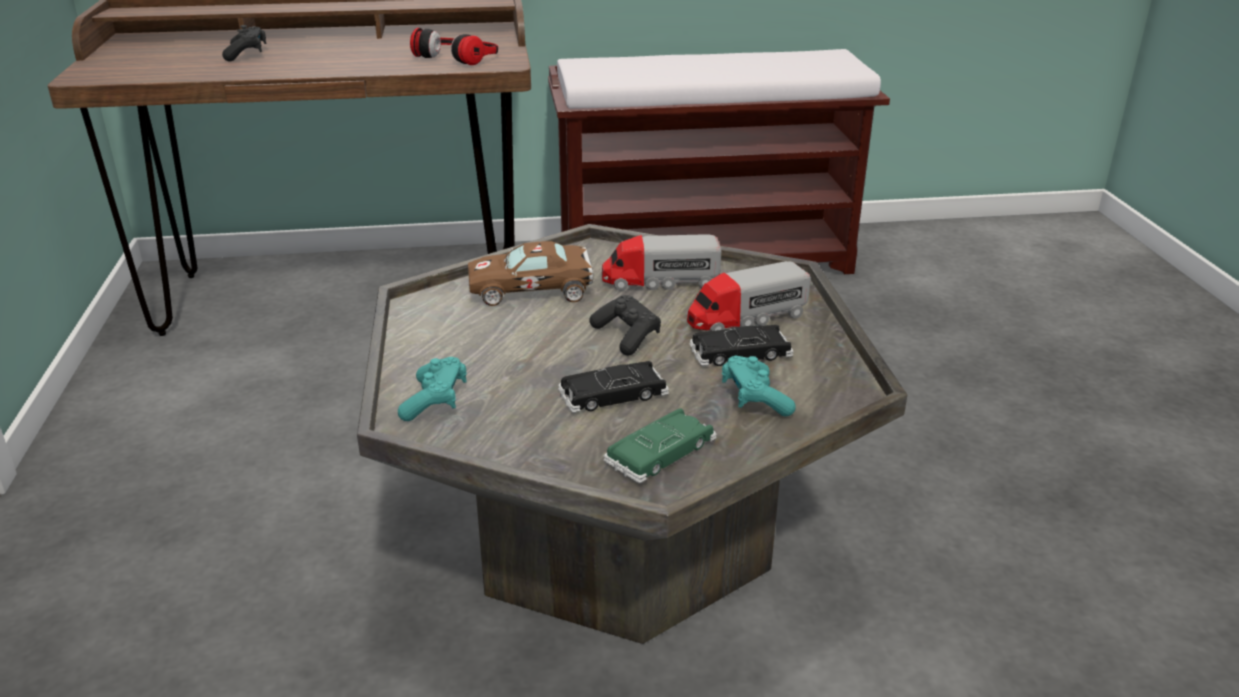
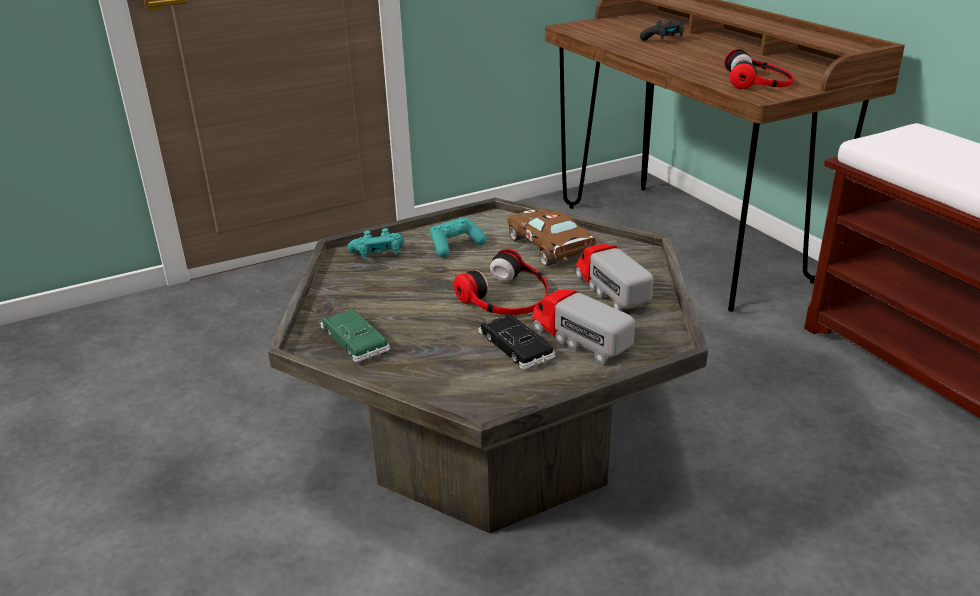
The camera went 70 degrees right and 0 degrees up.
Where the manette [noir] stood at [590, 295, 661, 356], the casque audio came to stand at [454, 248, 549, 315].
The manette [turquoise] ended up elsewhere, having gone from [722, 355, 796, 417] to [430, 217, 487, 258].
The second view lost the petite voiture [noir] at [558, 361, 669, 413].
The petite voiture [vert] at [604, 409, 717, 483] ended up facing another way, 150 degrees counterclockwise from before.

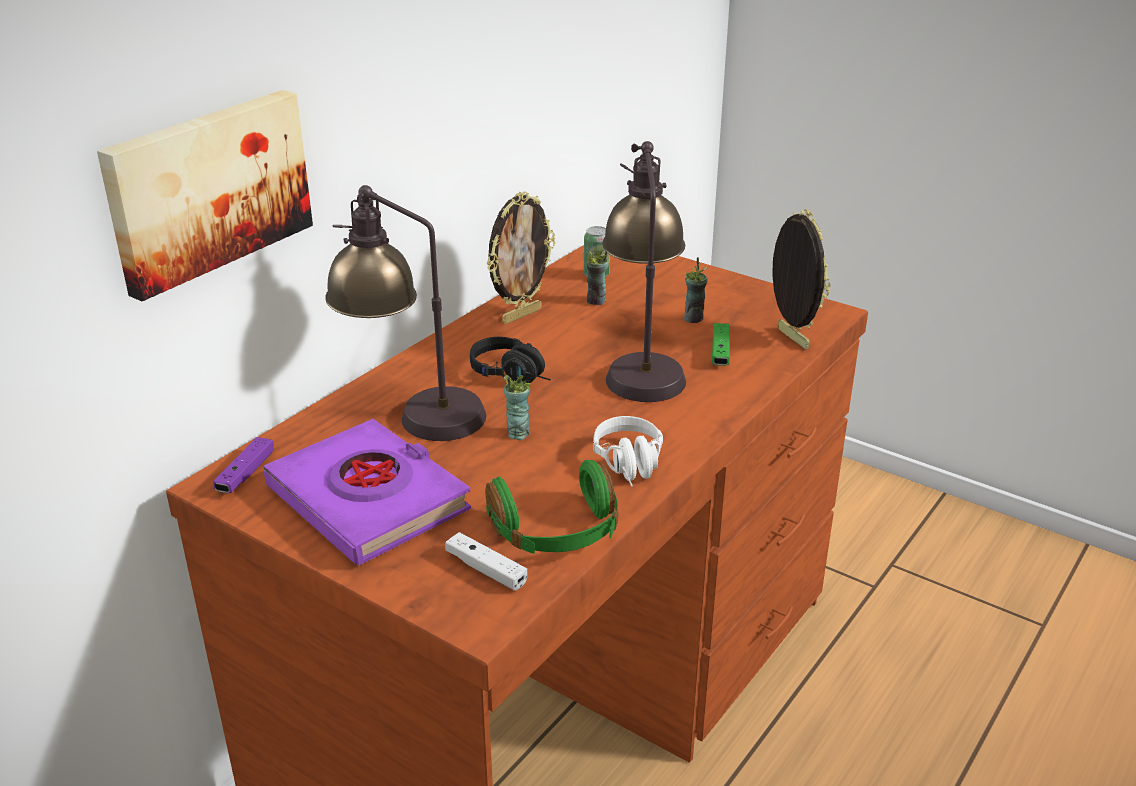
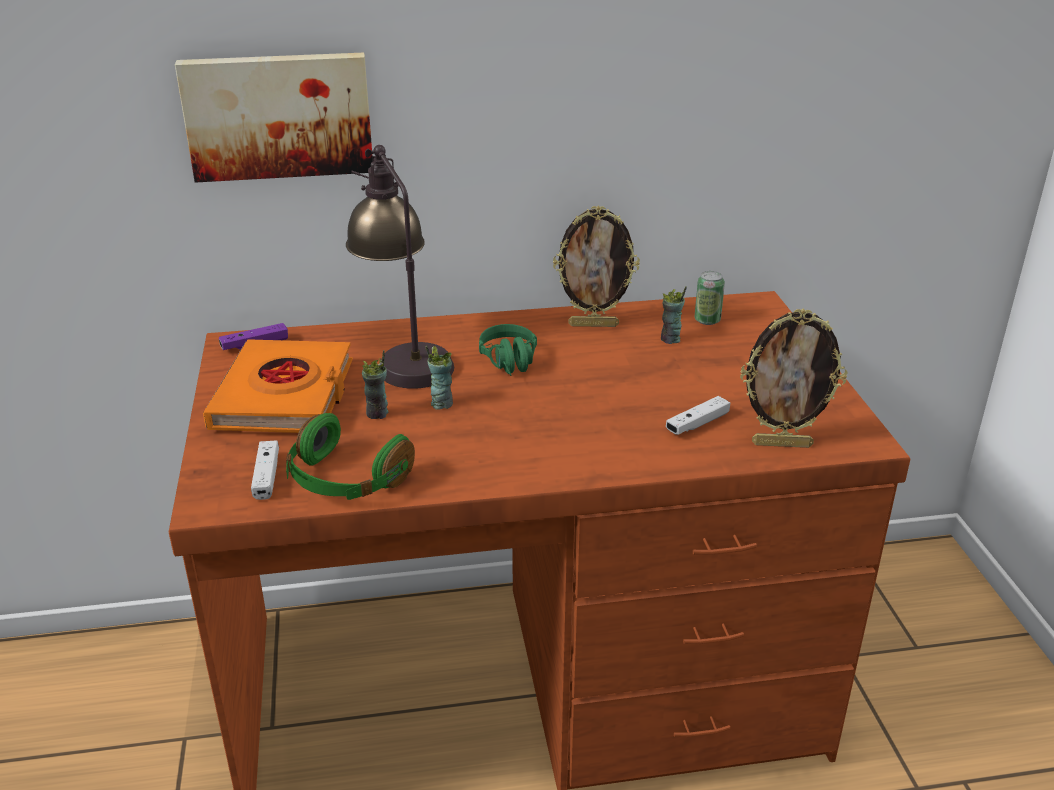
The camera went 45 degrees right and 0 degrees up.
The second view lost the lampe de table at [603, 141, 686, 402].
The cadre photo at [772, 209, 831, 349] ended up facing another way, 75 degrees clockwise from before.
The tasse ended up elsewhere, having gone from [684, 257, 708, 323] to [362, 350, 388, 419].
What was the manette [vert] at [712, 323, 730, 366] turned into the manette [blanc] at [666, 396, 730, 435].
What was the casque audio [noir] at [470, 337, 551, 383] turned into the casque audio [vert] at [479, 324, 537, 376].
The second view lost the casque audio [blanc] at [593, 416, 663, 487].
What was the livre [violet] at [263, 419, 471, 565] turned into the livre [orange] at [203, 339, 353, 433].

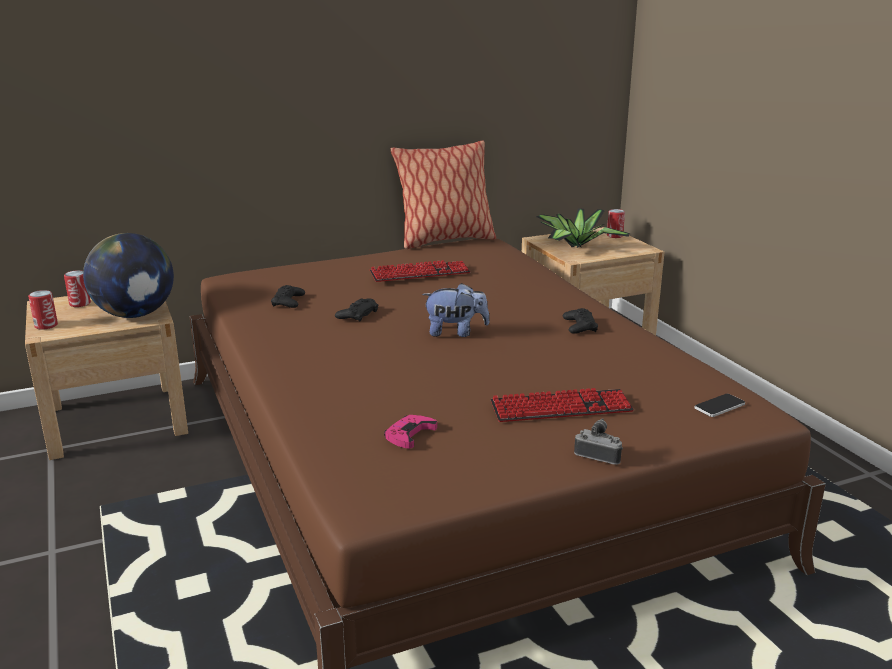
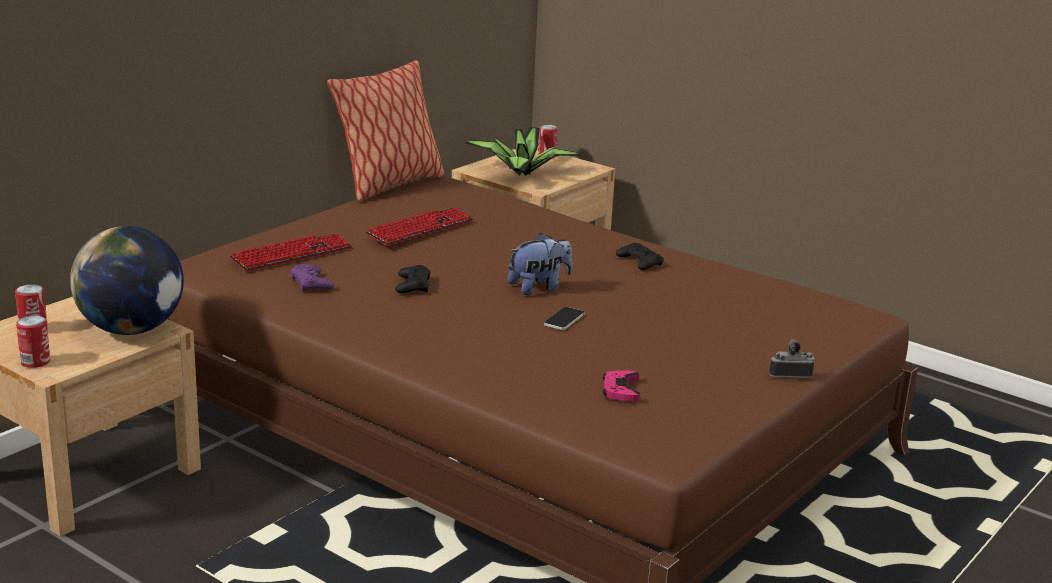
The camera went 30 degrees left and 0 degrees up.
What was the manette [noir] at [271, 285, 305, 308] turned into the manette [violet] at [290, 264, 334, 292].
The clavier ended up elsewhere, having gone from [490, 388, 634, 422] to [229, 233, 352, 271].
The téléphone ended up elsewhere, having gone from [695, 394, 745, 417] to [544, 307, 585, 330].

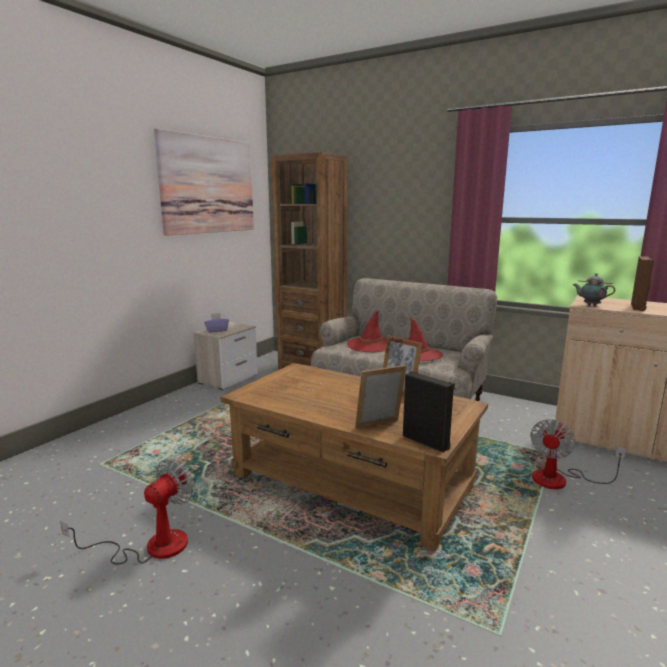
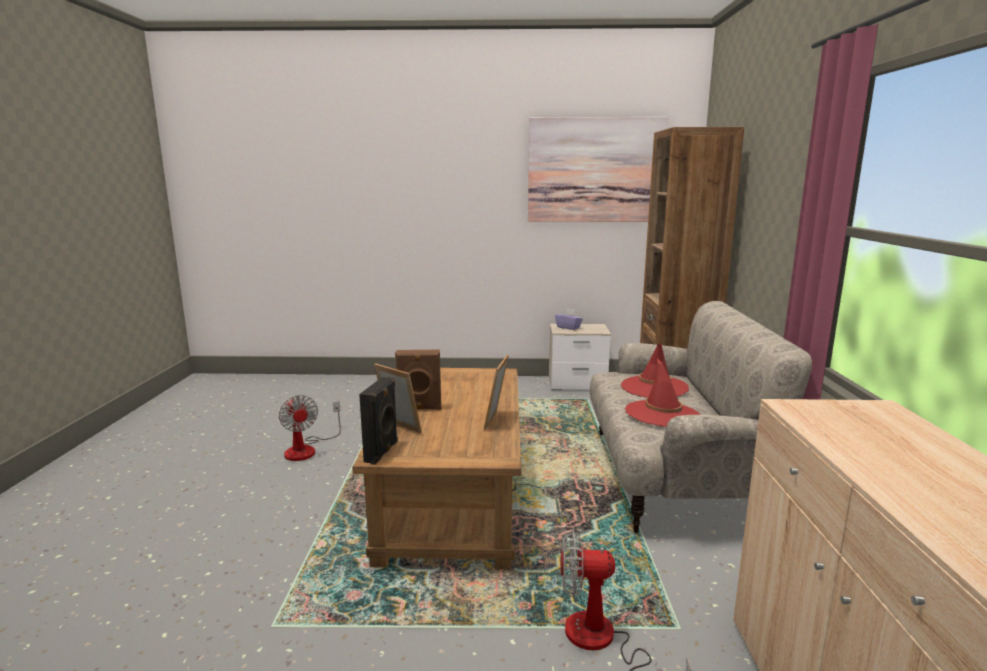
The camera went 60 degrees right and 0 degrees up.
The enceinte [marron] ended up elsewhere, having gone from [631, 256, 654, 311] to [395, 350, 441, 410].
The second view lost the théière at [573, 273, 615, 306].
The ventilateur at [60, 459, 194, 564] ended up facing another way, 60 degrees clockwise from before.

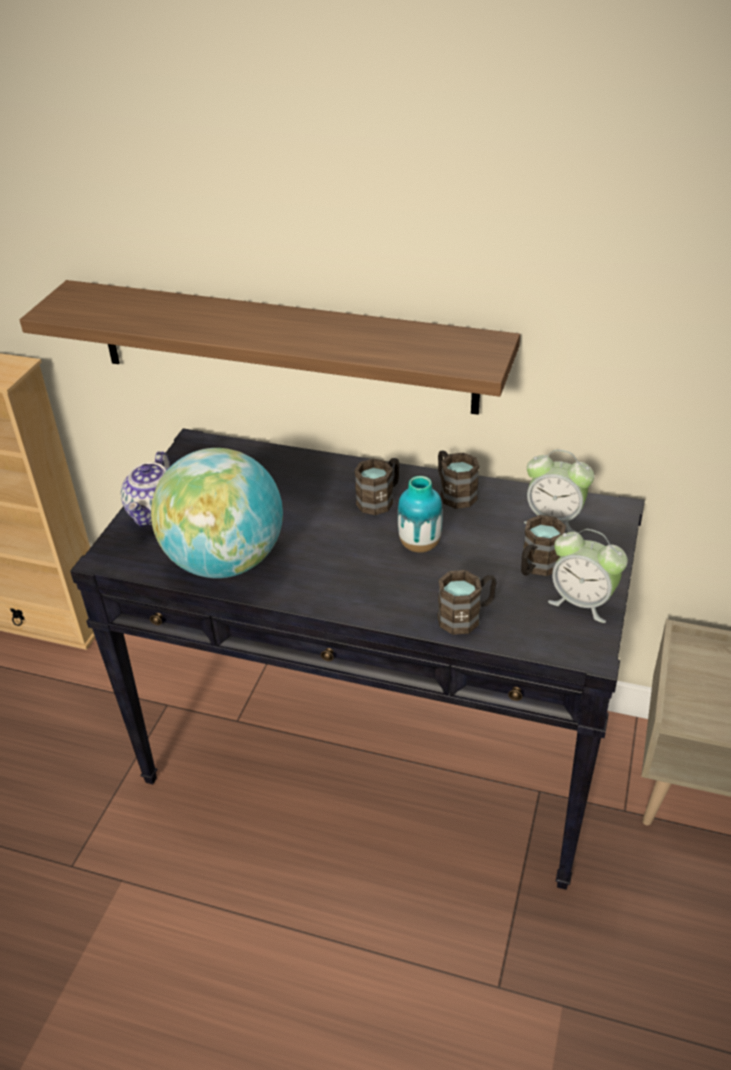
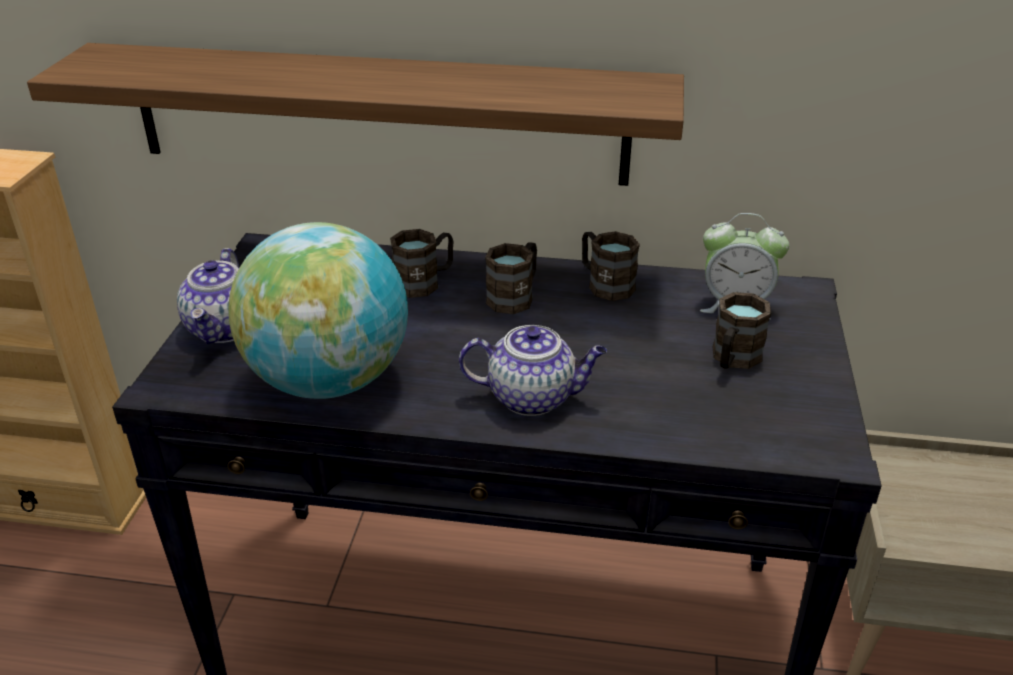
The camera went 10 degrees left and 5 degrees down.
The second view lost the vase at [398, 476, 443, 553].
The second view lost the réveil at [548, 529, 628, 623].
The mug [marron] ended up elsewhere, having gone from [438, 570, 497, 635] to [390, 229, 454, 298].
The second view gained the théière at [459, 325, 607, 416].

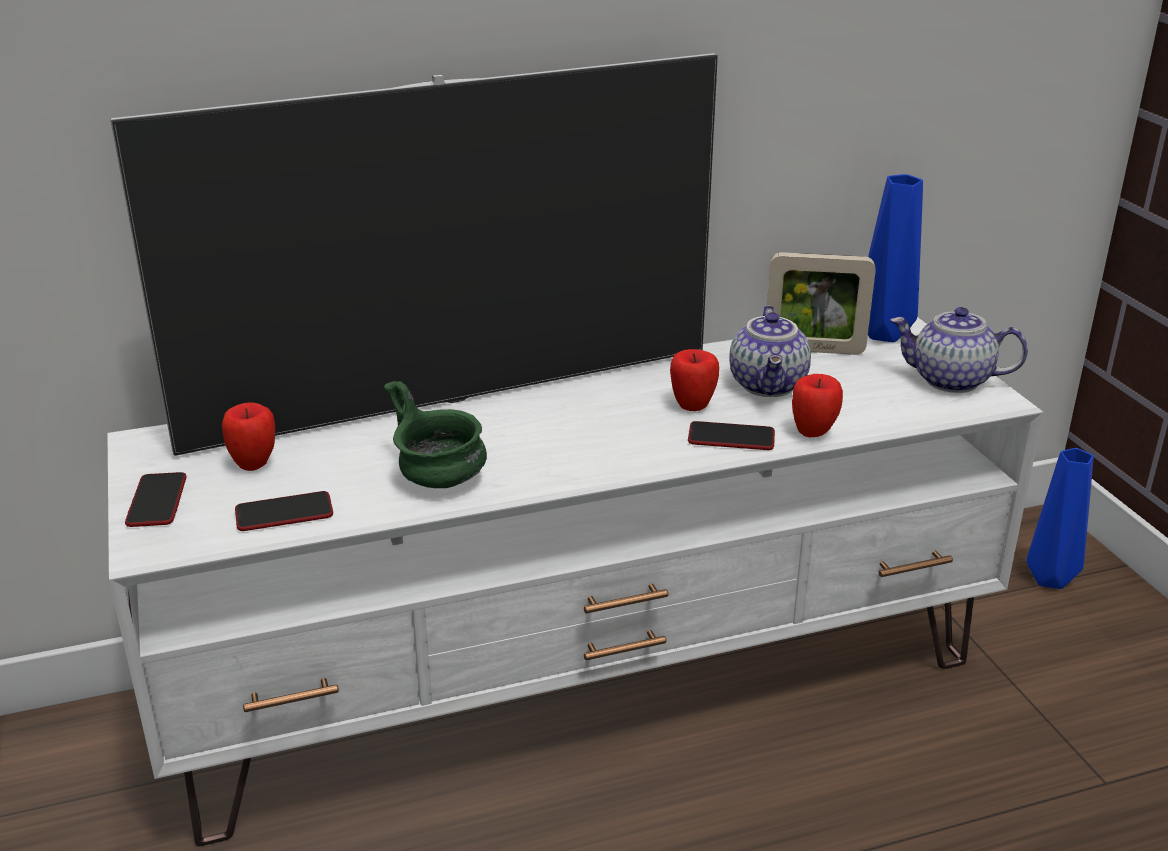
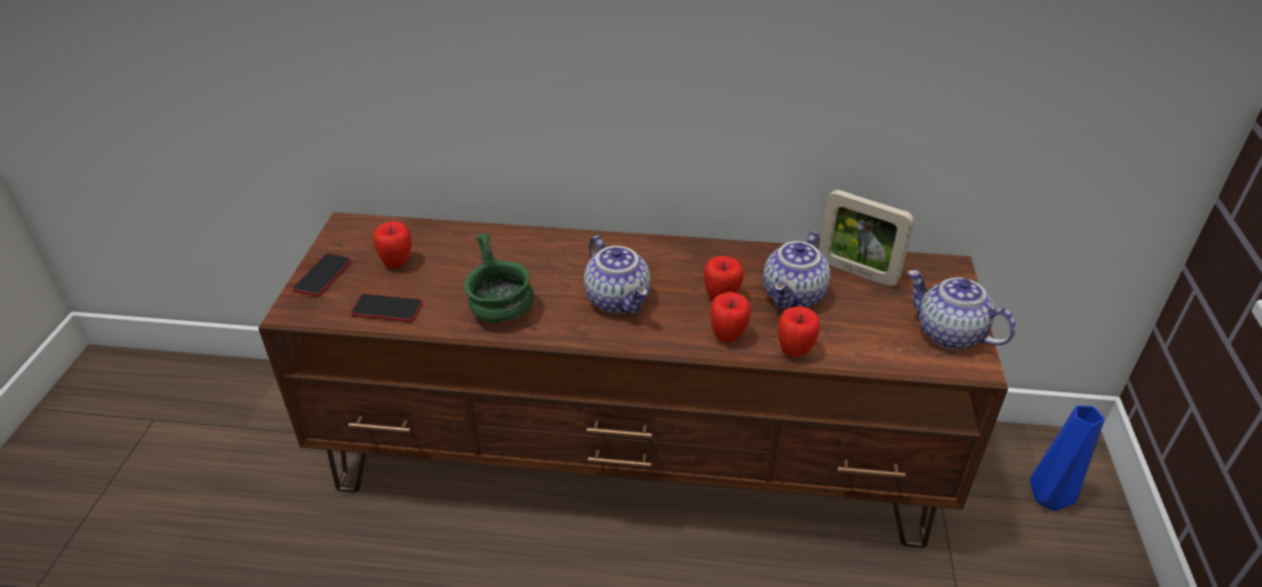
The camera went 25 degrees right and 10 degrees up.
The second view lost the téléviseur at [110, 53, 718, 456].
The second view lost the vase [bleu] at [868, 174, 923, 342].
What was the meuble télé [blanc] at [107, 317, 1044, 847] turned into the meuble télé [marron] at [258, 212, 1008, 548].
Where the téléphone stood at [688, 421, 775, 450], the pomme came to stand at [710, 292, 751, 342].
The second view gained the théière at [584, 236, 651, 314].

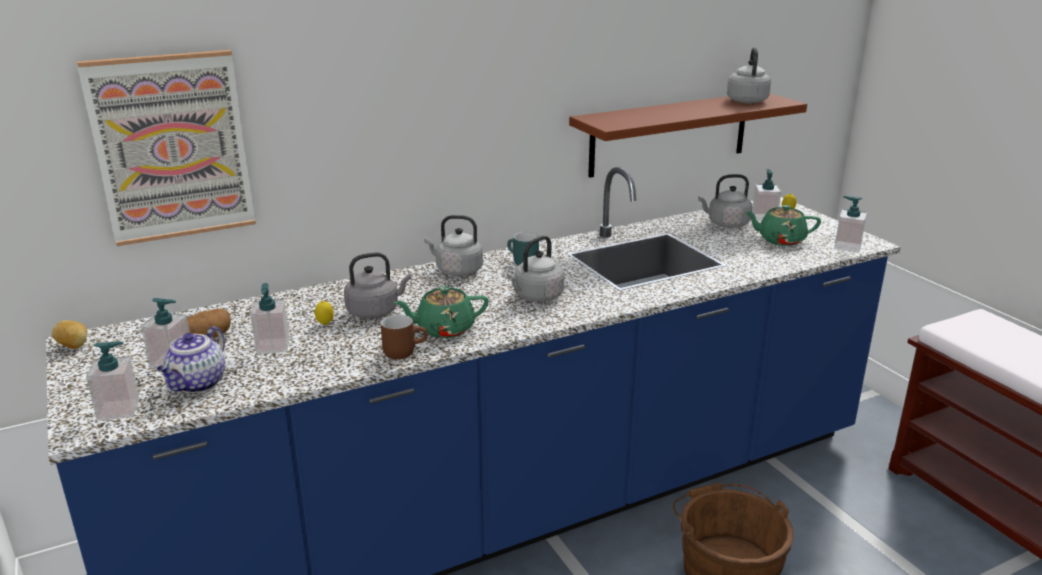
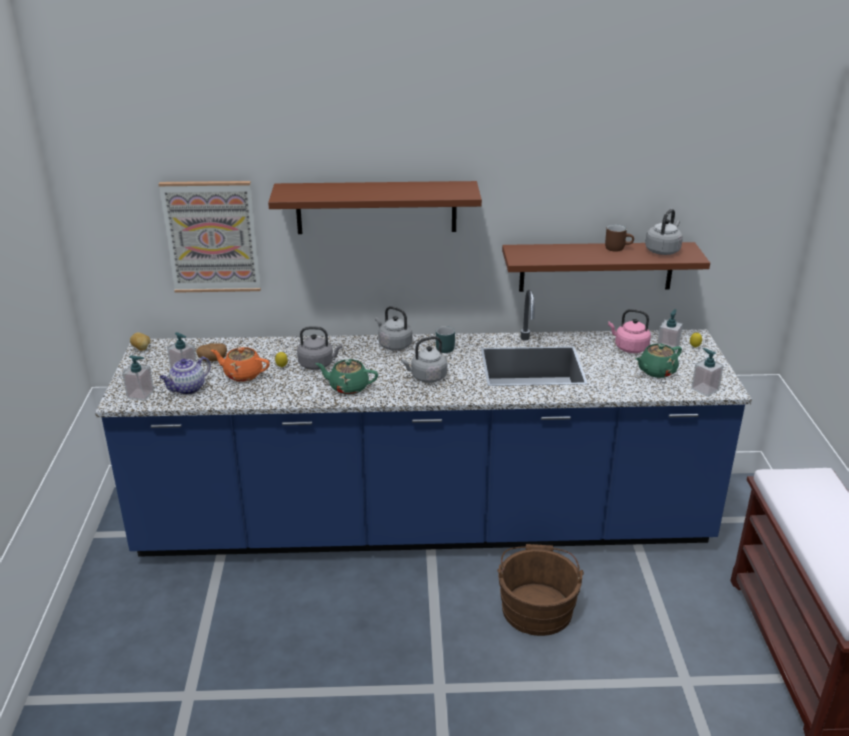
The camera went 25 degrees right and 5 degrees up.
What was the bouilloire [gris] at [698, 174, 752, 228] turned into the bouilloire [rose] at [608, 309, 651, 353].
The théière [vert] at [745, 205, 821, 246] ended up facing another way, 60 degrees counterclockwise from before.
Where the distributeur de savon stood at [250, 283, 289, 355], the théière [orange] came to stand at [211, 347, 270, 382].
The mug [marron] ended up elsewhere, having gone from [381, 315, 428, 359] to [605, 225, 634, 252].
The second view gained the étagère [marron] at [268, 181, 482, 234].

